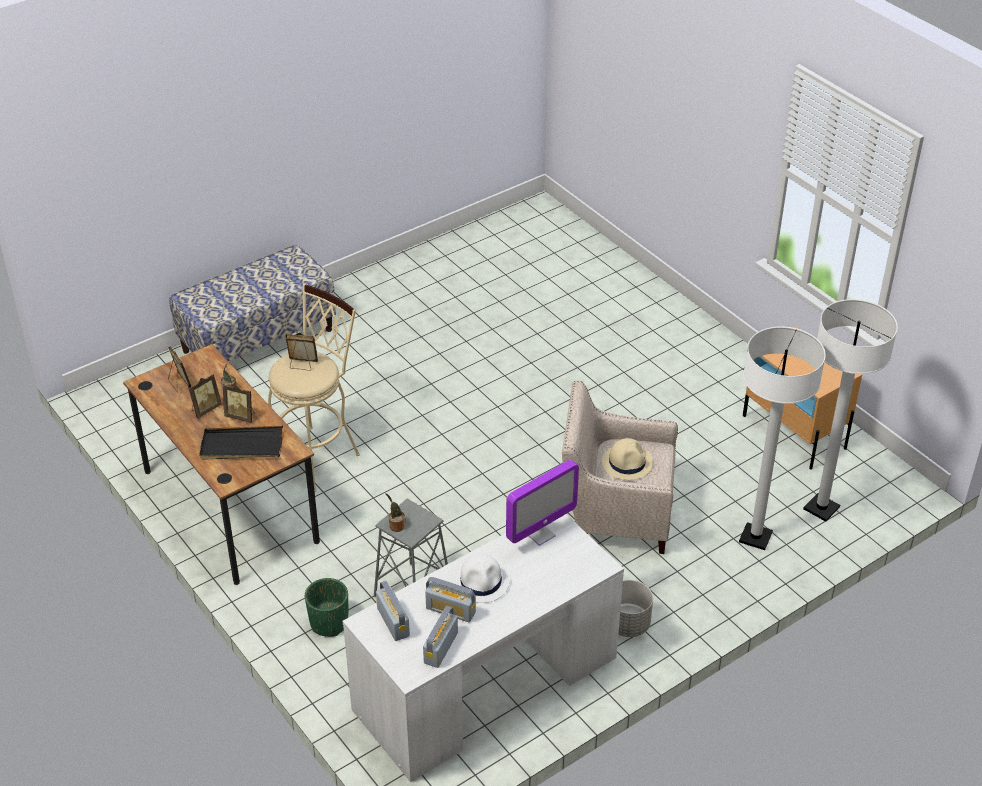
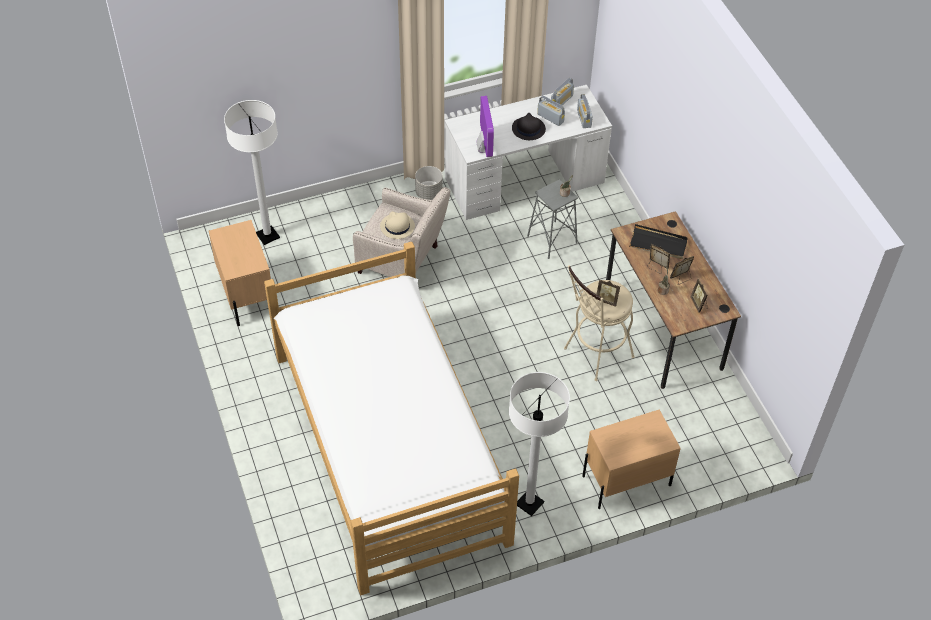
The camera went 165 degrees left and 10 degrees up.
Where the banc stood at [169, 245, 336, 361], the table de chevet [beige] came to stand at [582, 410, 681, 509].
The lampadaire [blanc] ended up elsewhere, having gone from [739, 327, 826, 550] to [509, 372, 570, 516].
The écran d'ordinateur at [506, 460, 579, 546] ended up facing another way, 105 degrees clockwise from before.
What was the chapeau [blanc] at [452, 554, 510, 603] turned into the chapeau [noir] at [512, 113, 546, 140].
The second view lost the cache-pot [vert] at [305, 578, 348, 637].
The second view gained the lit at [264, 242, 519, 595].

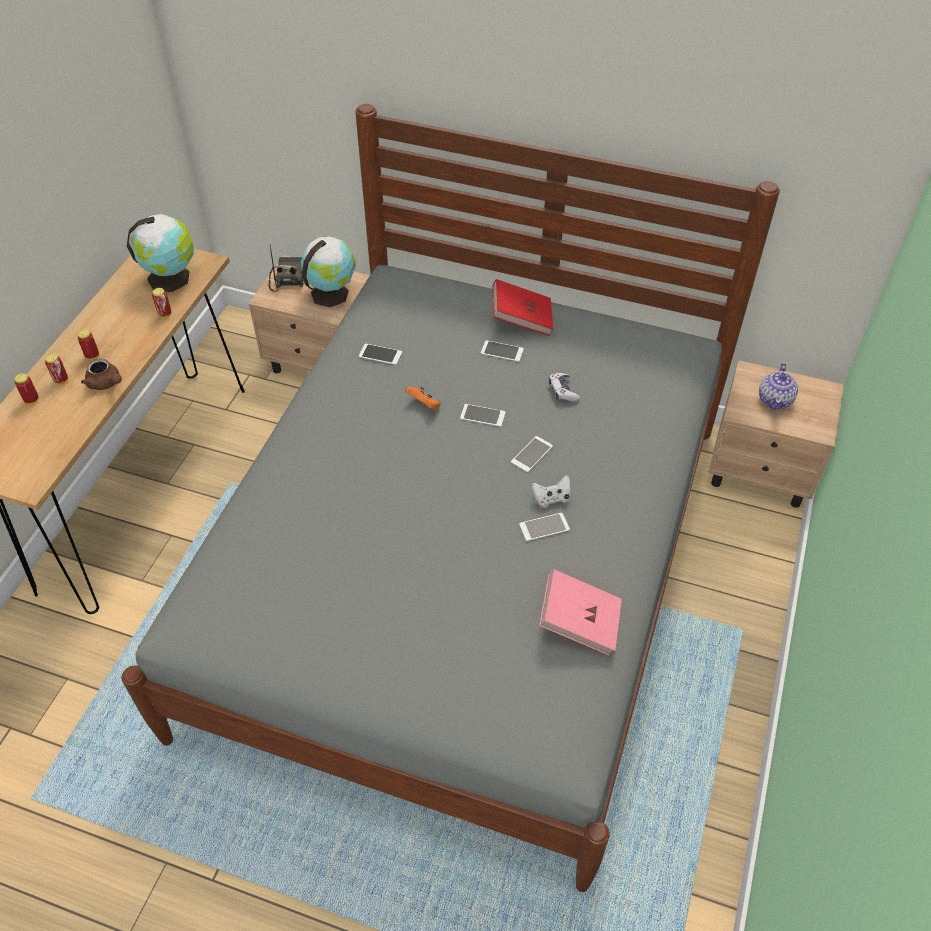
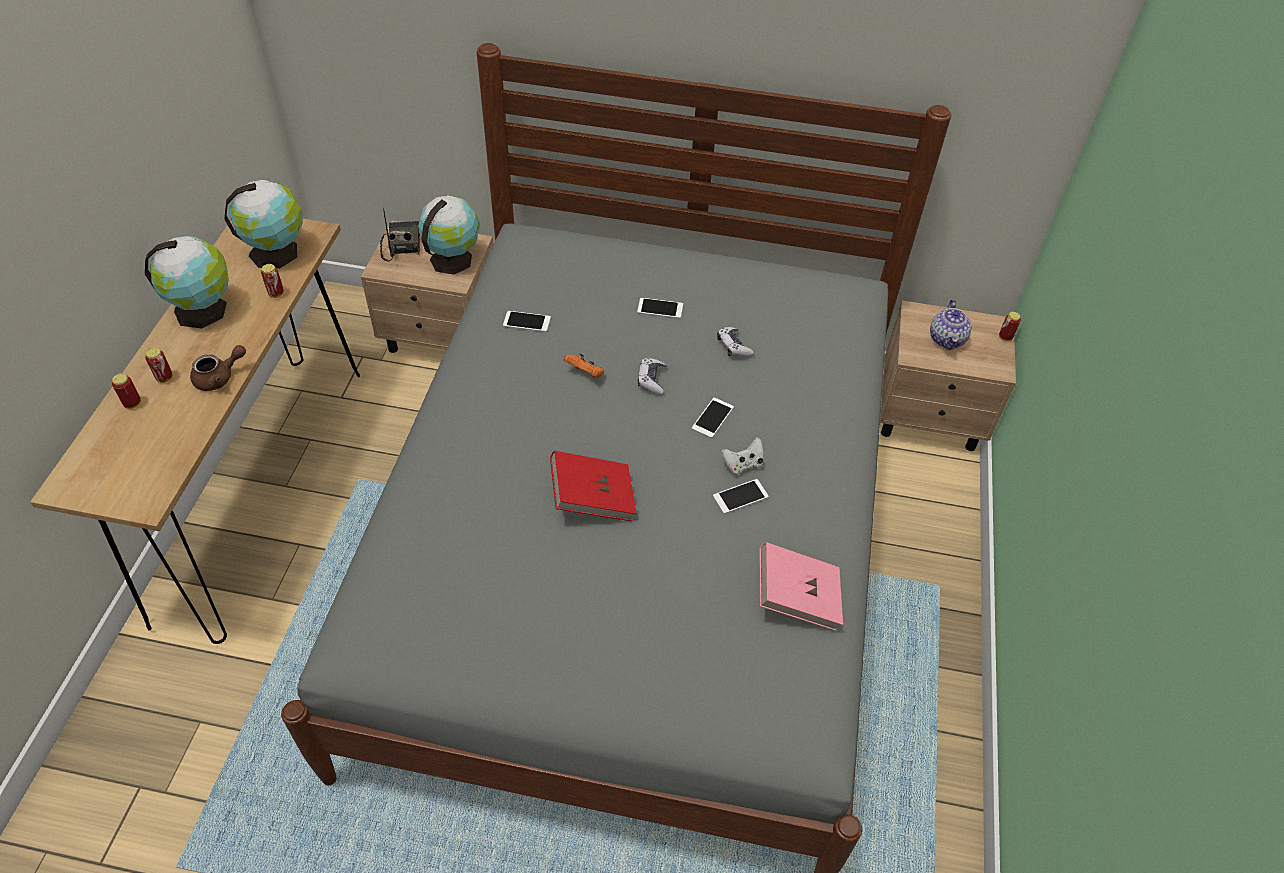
The camera went 10 degrees left and 0 degrees up.
The livre [rouge] ended up elsewhere, having gone from [492, 279, 553, 336] to [550, 451, 637, 521].
The boîte métallique ended up elsewhere, having gone from [77, 329, 99, 360] to [999, 312, 1021, 341].
The théière [marron] at [81, 359, 122, 390] ended up facing another way, 60 degrees counterclockwise from before.
Where the téléphone stood at [460, 404, 506, 427], the manette came to stand at [638, 358, 667, 395].
The second view gained the globe at [145, 236, 229, 329].

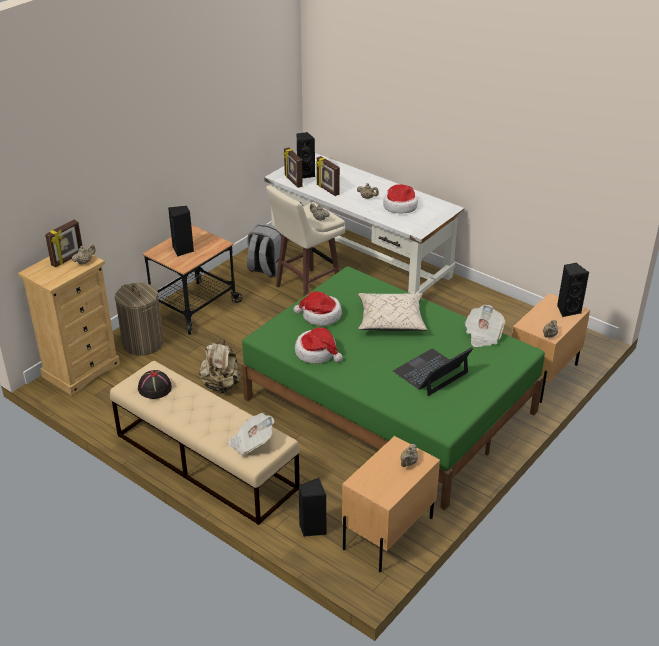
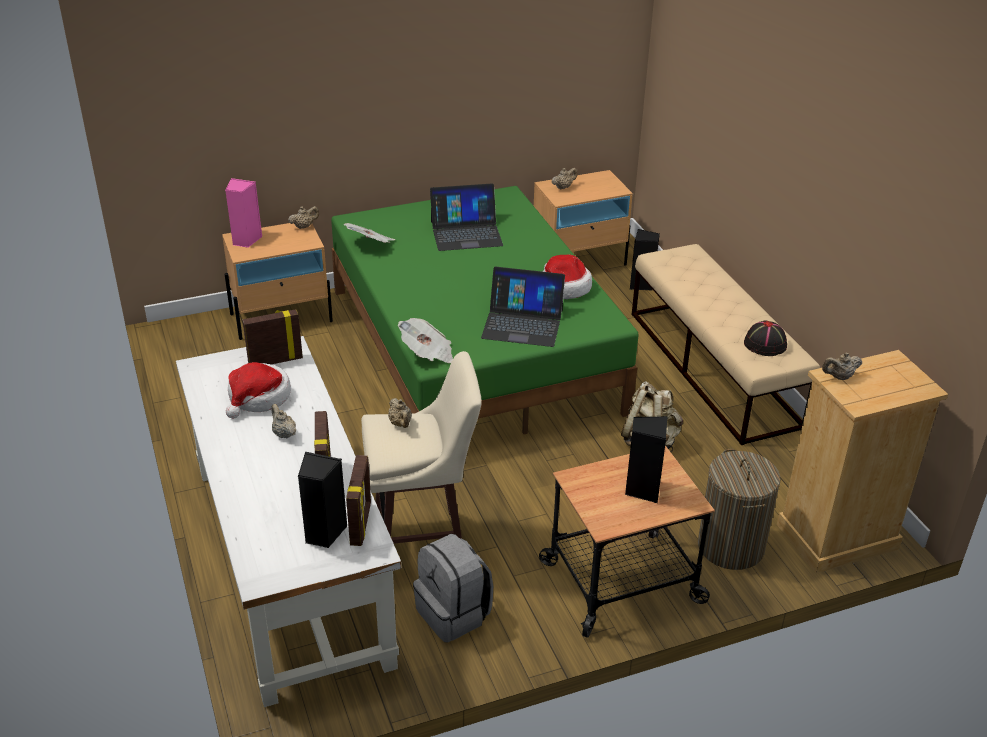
The camera went 150 degrees left and 0 degrees up.
The cadre photo ended up elsewhere, having gone from [45, 220, 82, 267] to [243, 309, 303, 364].
What was the enceinte [noir] at [557, 263, 589, 317] turned into the enceinte [rose] at [225, 178, 263, 248].
Where the chapeau stood at [294, 291, 342, 326], the ordinateur portable came to stand at [481, 267, 565, 347].
The second view lost the coussin [beige] at [358, 293, 427, 331].
The journal ended up elsewhere, having gone from [228, 413, 275, 455] to [398, 318, 453, 363].

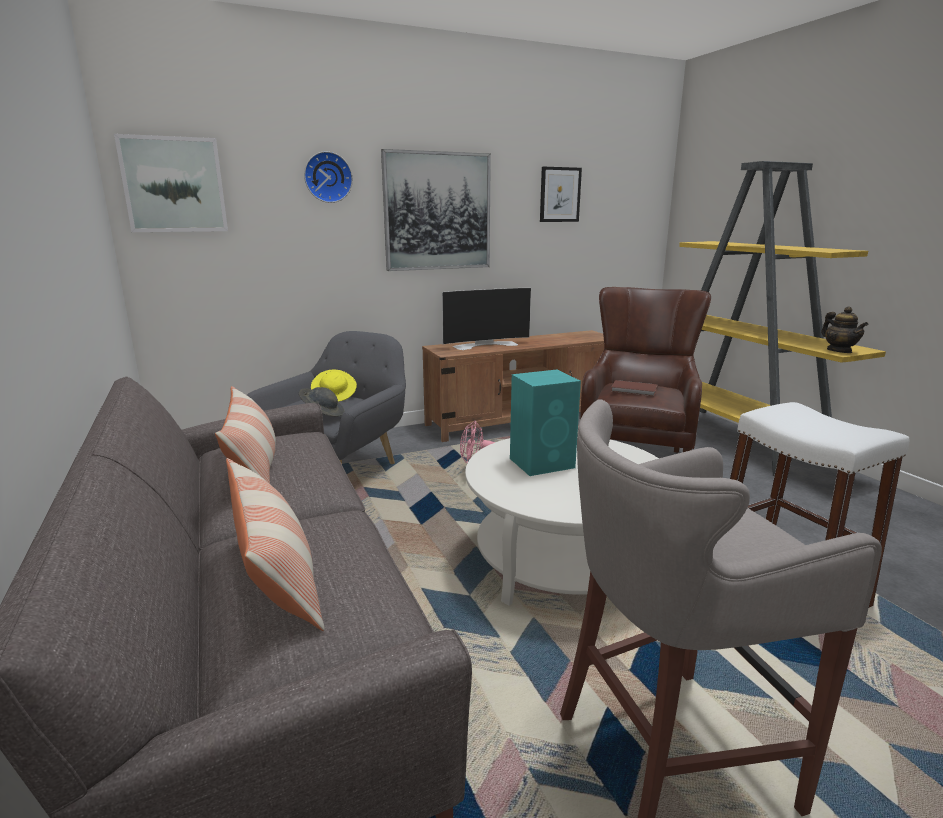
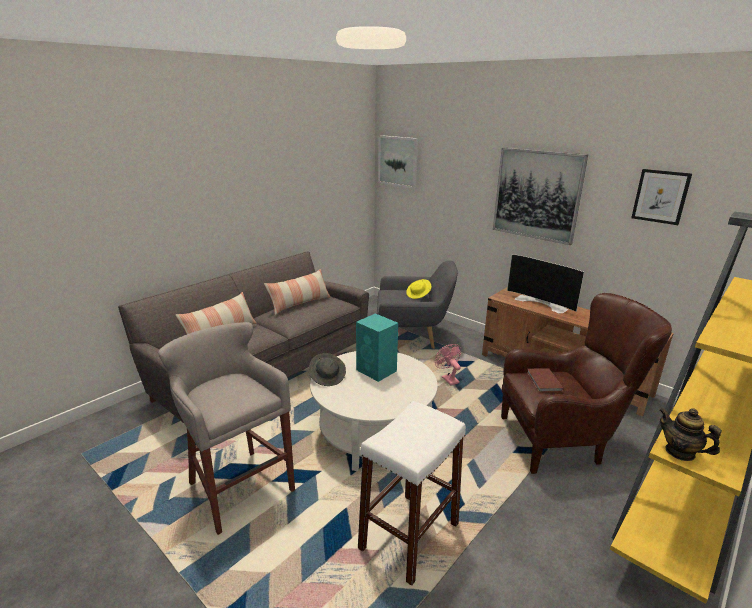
The camera went 65 degrees right and 5 degrees up.
The second view lost the horloge murale at [304, 151, 353, 203].
The théière at [821, 306, 868, 353] ended up facing another way, 90 degrees clockwise from before.
The chapeau [gris] ended up elsewhere, having gone from [299, 387, 345, 417] to [309, 353, 346, 386].

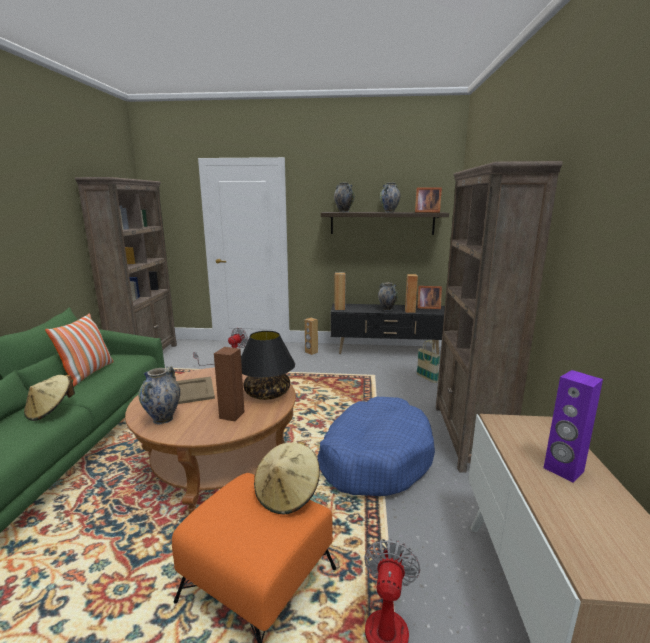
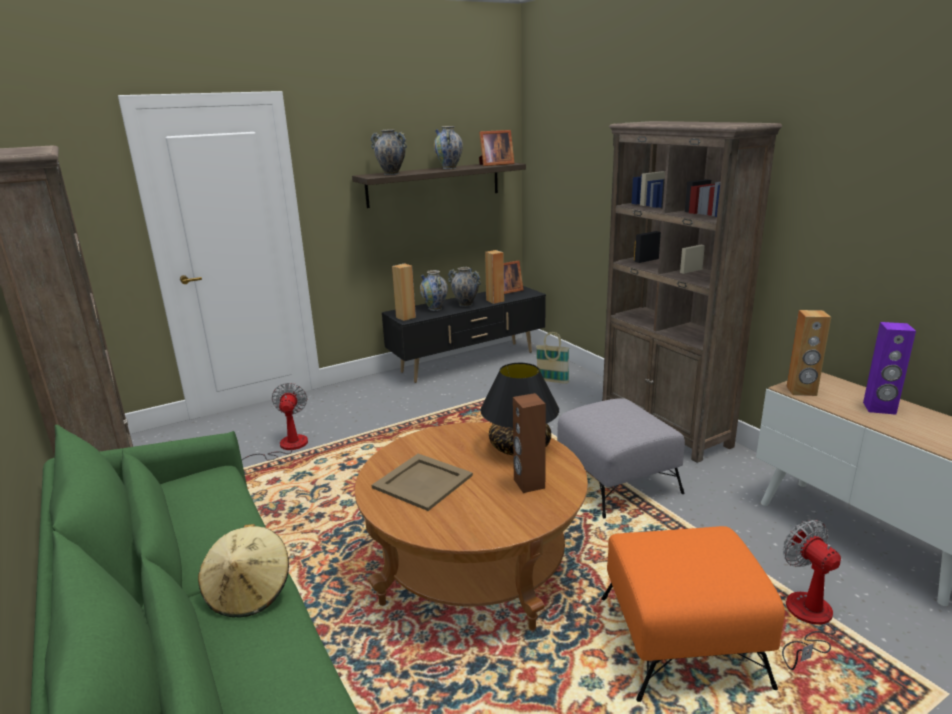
The camera went 35 degrees left and 5 degrees up.
The second view lost the coussin at [45, 313, 114, 386].
The enceinte [marron] ended up elsewhere, having gone from [305, 318, 318, 355] to [786, 310, 831, 396].
The vase ended up elsewhere, having gone from [138, 366, 180, 424] to [420, 270, 448, 311].
Where the panier pour chien [bleu] stood at [318, 397, 435, 496], the pouf [gris] came to stand at [557, 398, 685, 519].
The second view lost the chapeau [beige] at [254, 441, 320, 514].

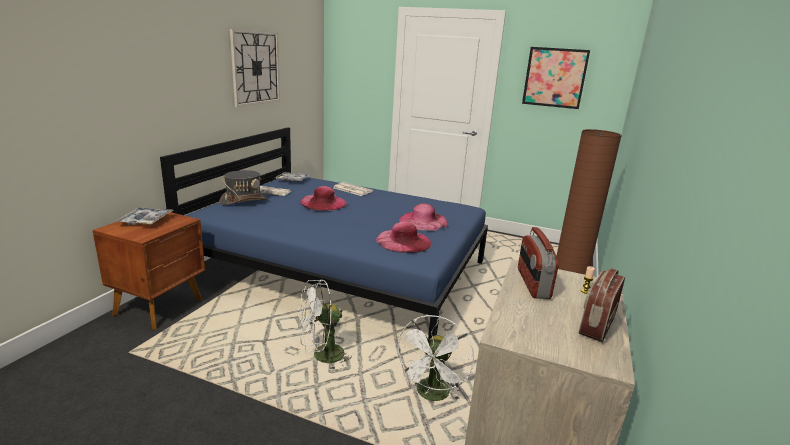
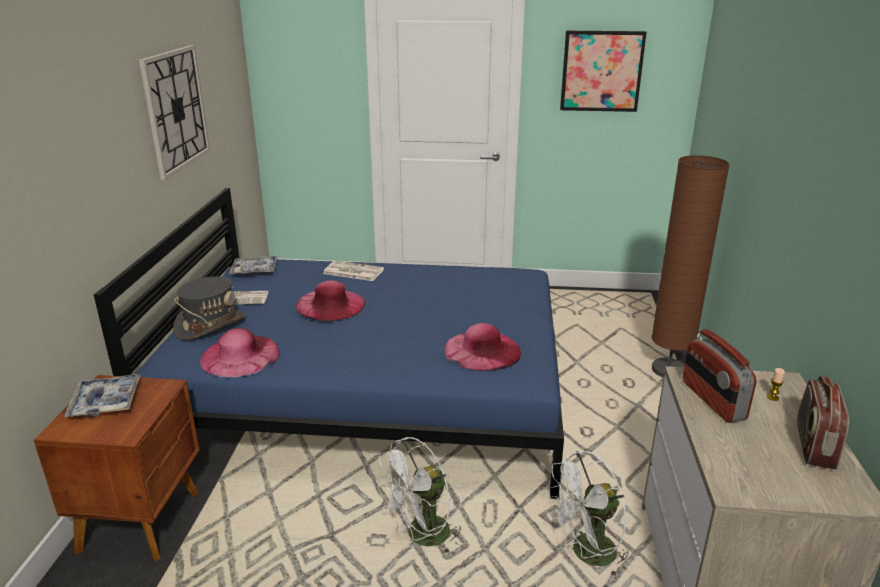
The camera went 15 degrees left and 5 degrees up.
The chapeau [rose] ended up elsewhere, having gone from [399, 203, 448, 231] to [200, 328, 280, 378].
The ventilateur [blanc] at [395, 315, 474, 401] ended up facing another way, 60 degrees clockwise from before.

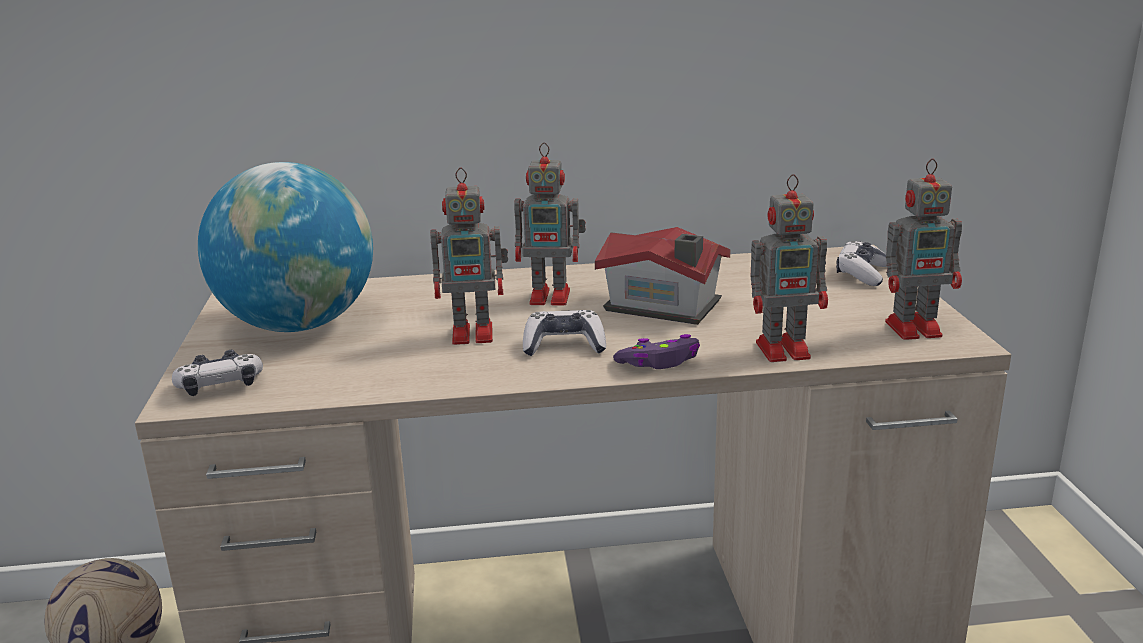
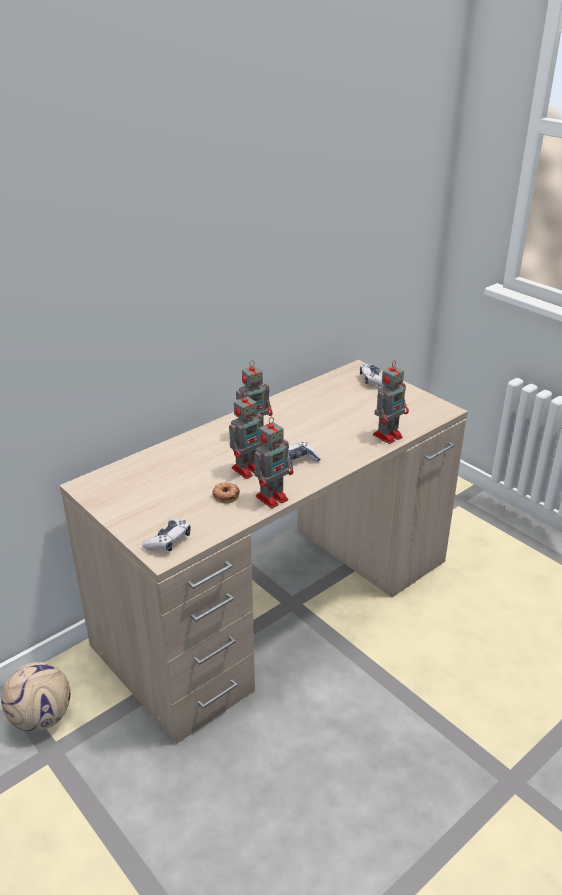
The camera went 35 degrees left and 10 degrees up.
The robot jouet ended up elsewhere, having gone from [885, 159, 962, 340] to [254, 417, 294, 508].
The second view lost the globe at [198, 162, 373, 332].
The second view lost the maison miniature at [595, 227, 731, 325].
The second view lost the manette [violet] at [613, 334, 700, 369].
The second view gained the beignet at [212, 482, 240, 504].

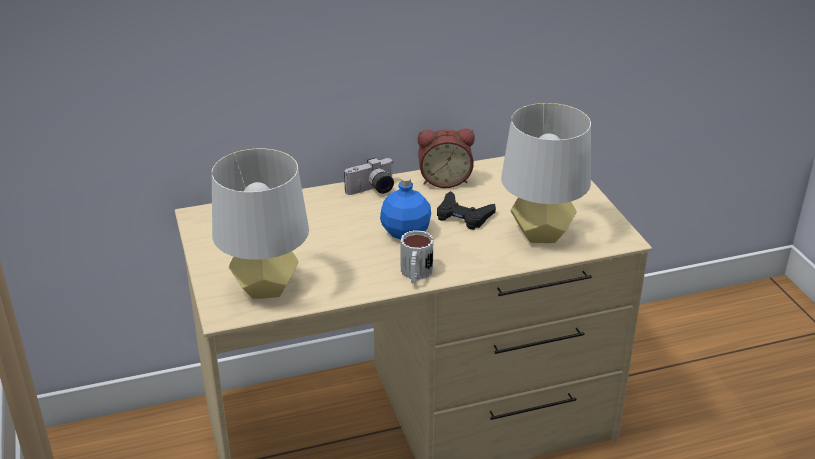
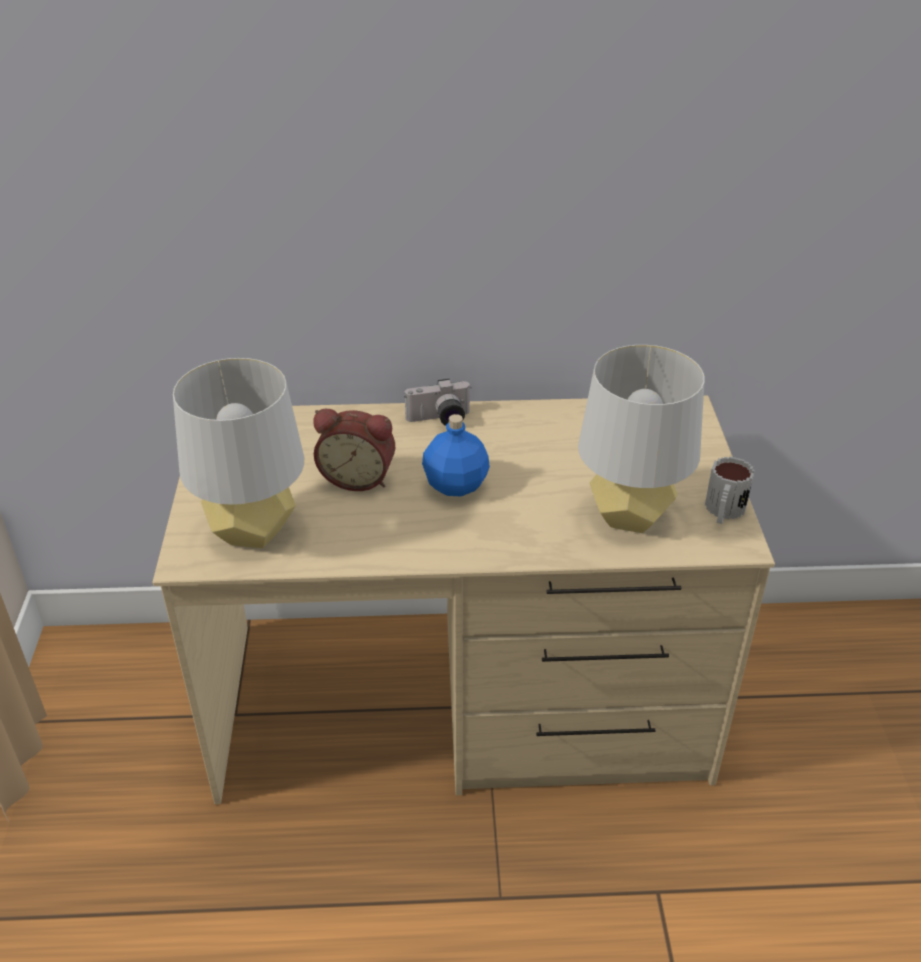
The camera went 15 degrees right and 5 degrees up.
The réveil ended up elsewhere, having gone from [418, 129, 475, 188] to [313, 409, 395, 491].
The second view lost the manette [noir] at [437, 191, 496, 230].
The mug ended up elsewhere, having gone from [401, 230, 434, 284] to [705, 457, 755, 524].

